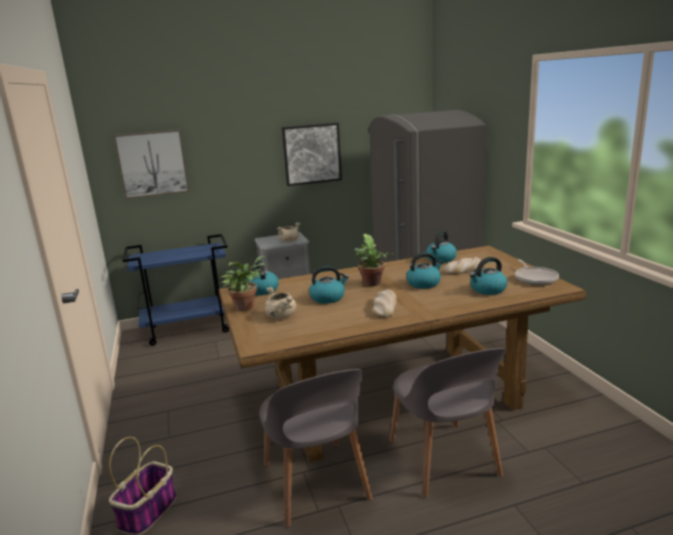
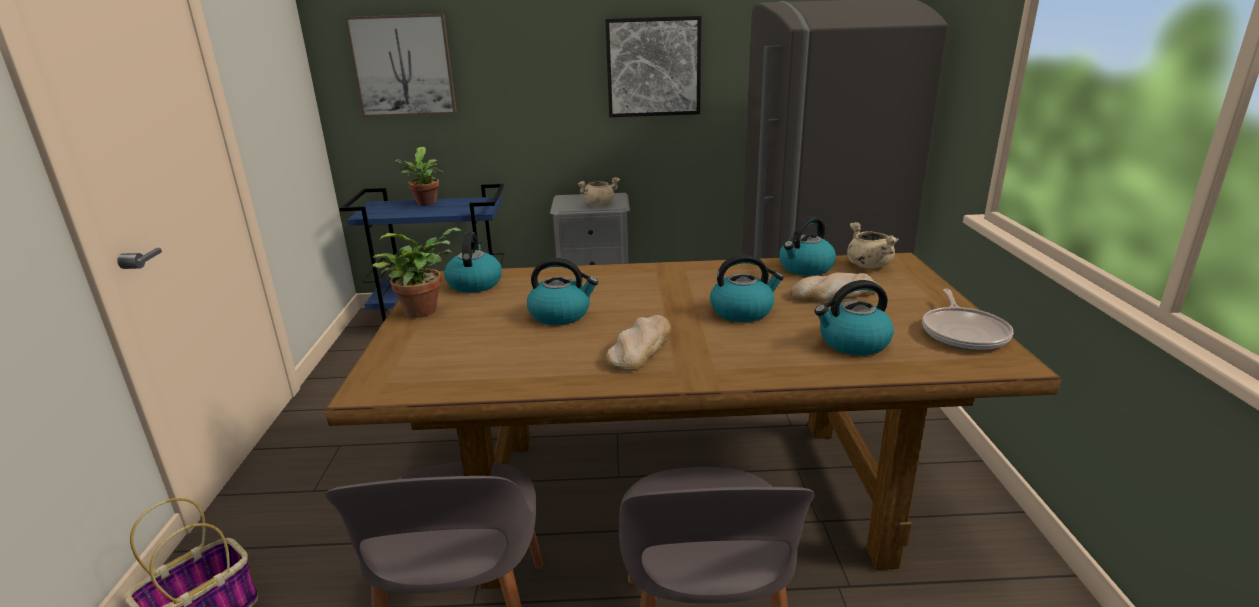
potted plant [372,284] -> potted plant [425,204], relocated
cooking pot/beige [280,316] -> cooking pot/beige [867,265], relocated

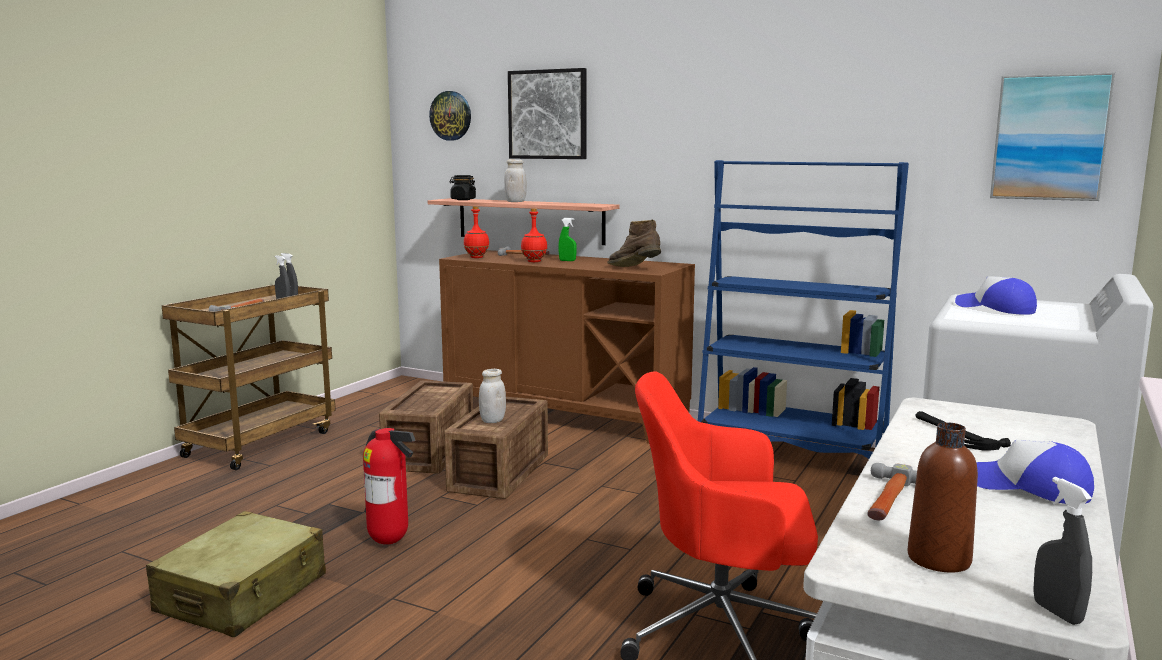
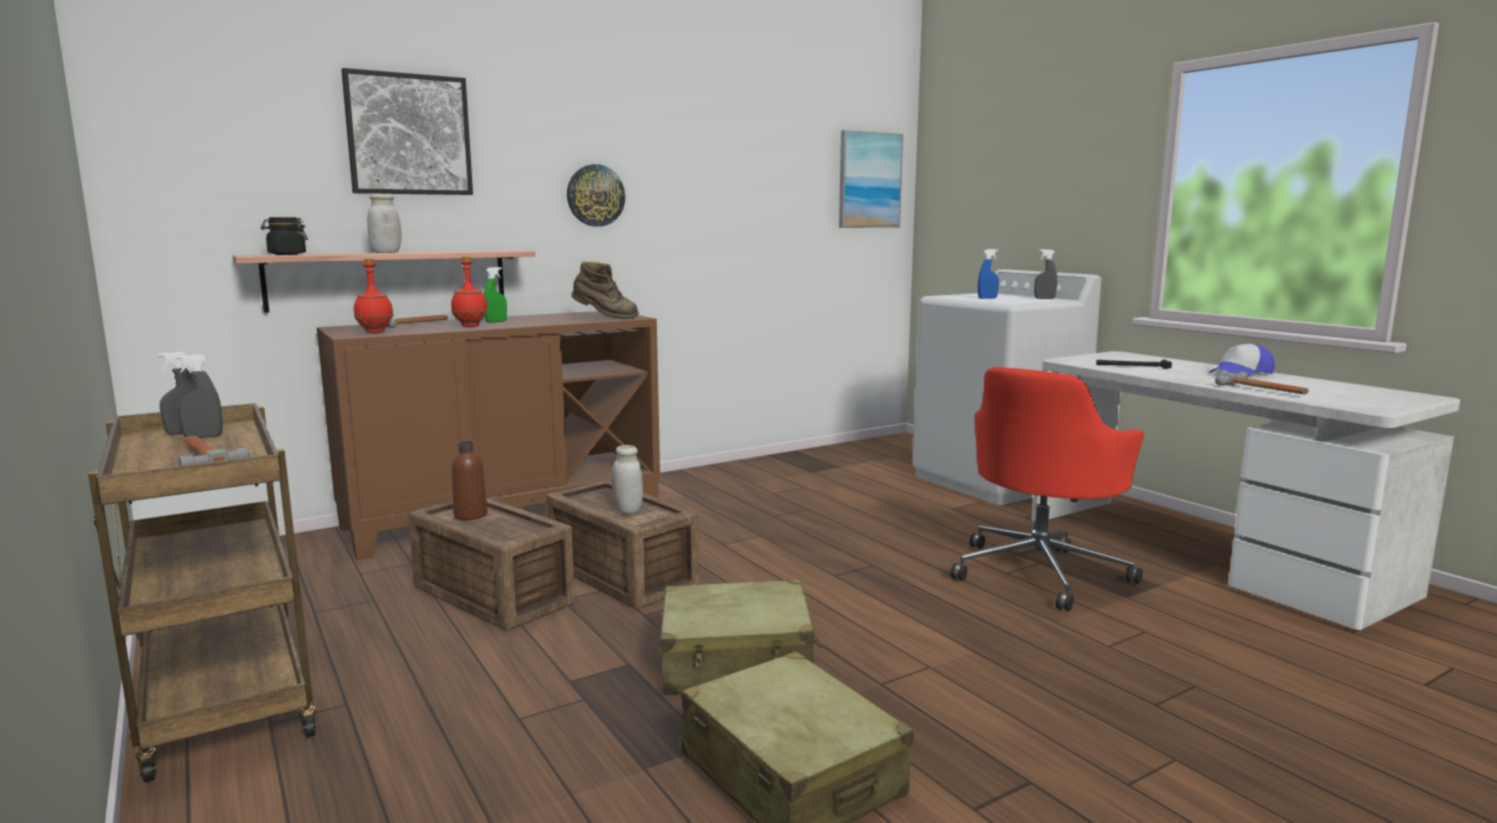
bottle/brown [939,559] -> bottle/brown [470,515], relocated
wall clock [451,116] -> wall clock [595,195], relocated
boot/brown [635,269] -> boot/brown [604,318], 150 degrees counterclockwise
fire extinguisher [389,542] -> suitcase/beige [737,662]
cap [995,308] -> spray bottle/blue [987,298]
spray bottle/grey [1057,613] -> spray bottle/grey [1044,298], relocated
bookcase/blue [791,451] -> none

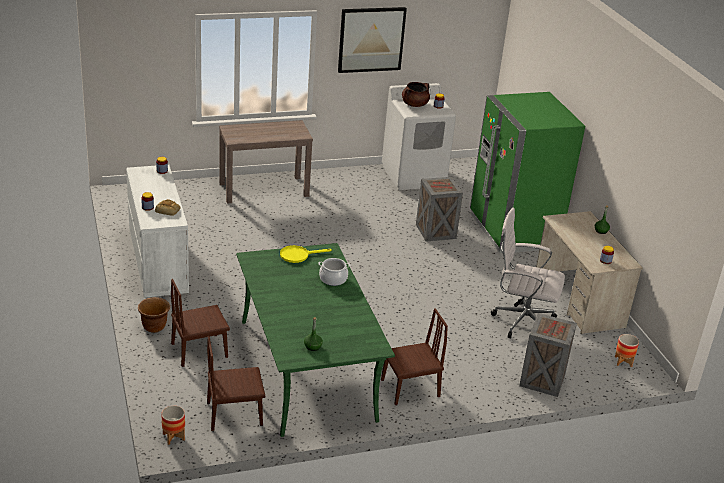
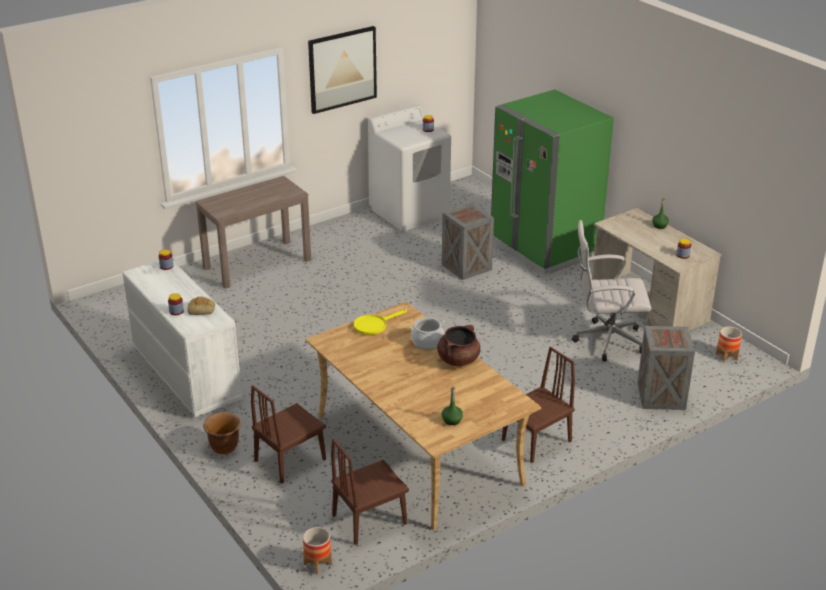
dining table/green [306,369] -> dining table/beige [417,449]
cooking pot/brown [415,104] -> cooking pot/brown [458,360], relocated

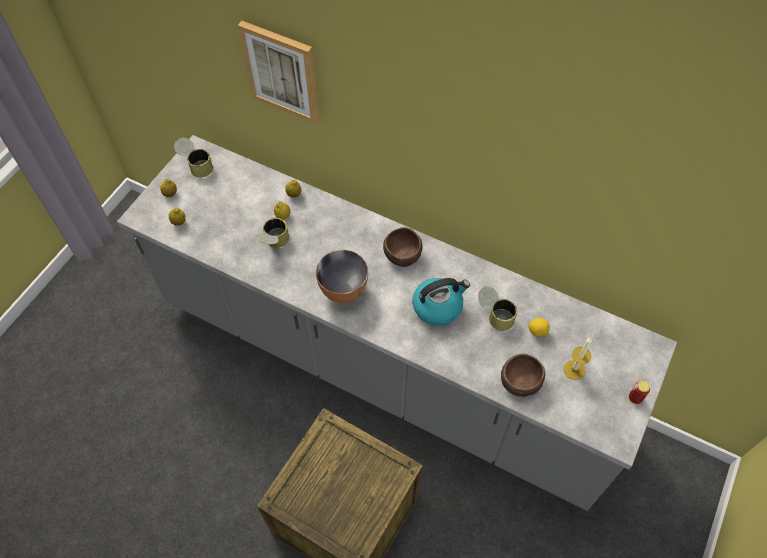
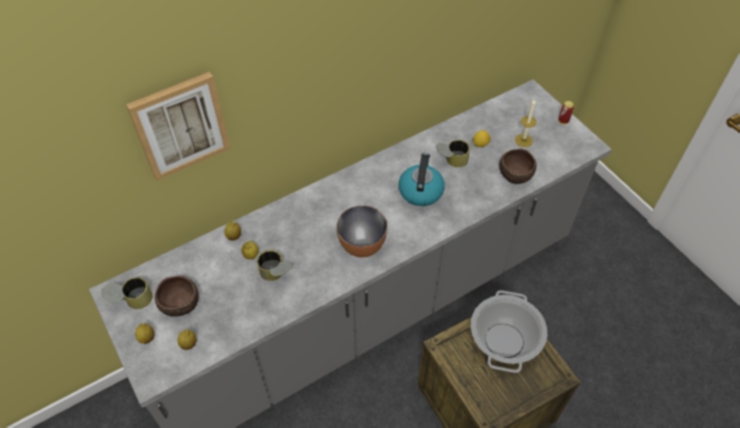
bowl/brown [402,255] -> bowl/brown [180,303], relocated
none -> cooking pot [504,341]

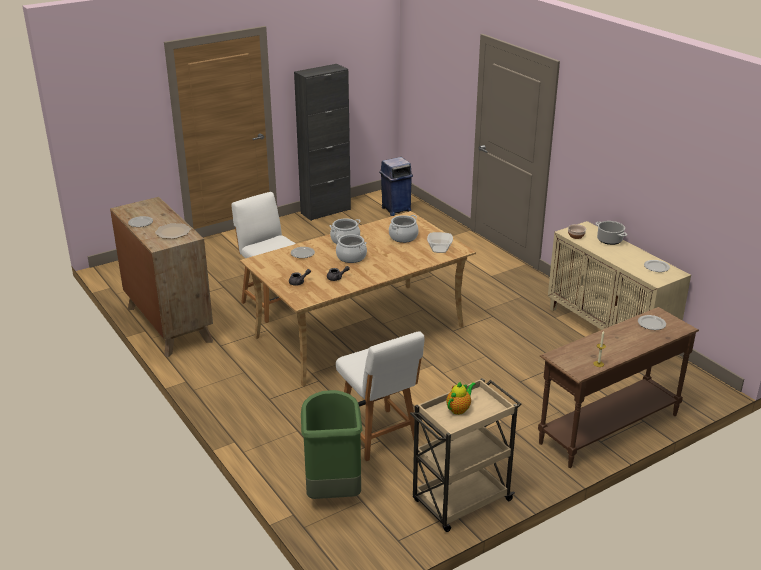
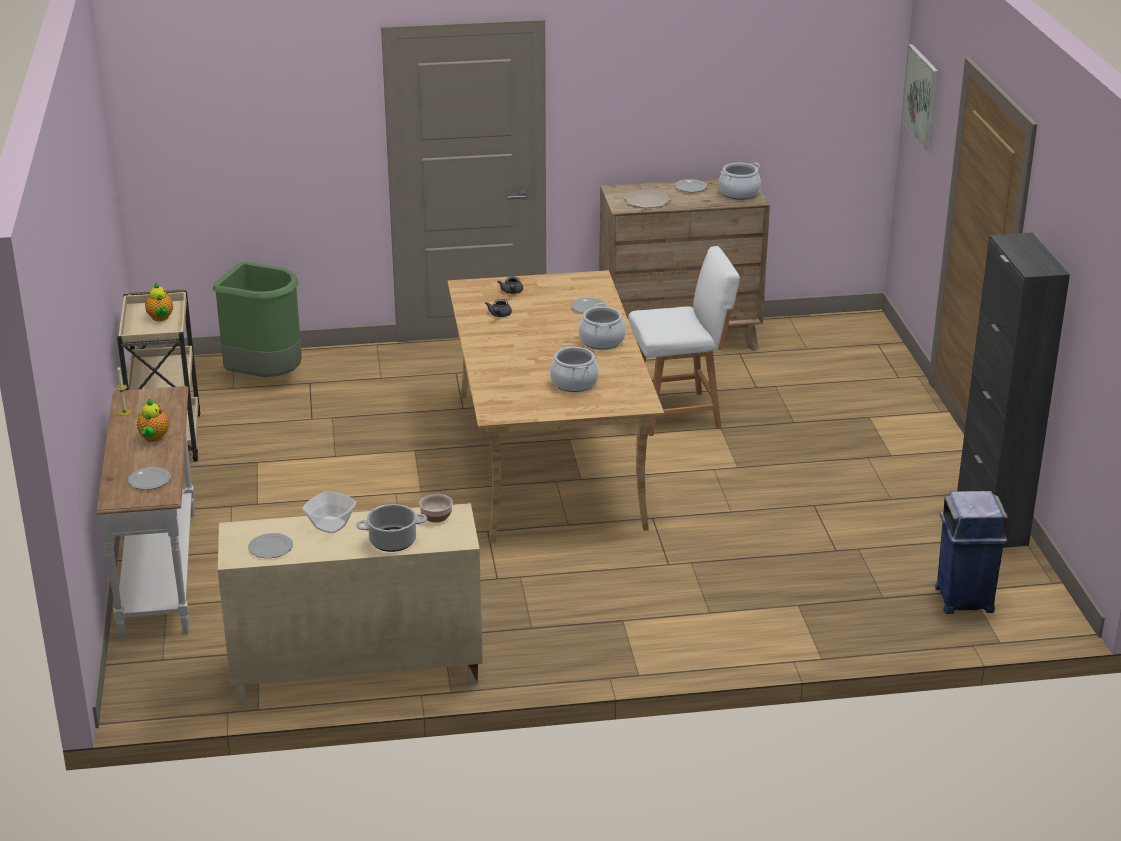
console table/brown [607,428] -> console table/white [161,573]
none -> teapot [153,438]
bowl [439,249] -> bowl [331,525], relocated
cooking pot [351,257] -> cooking pot [738,193], relocated
none -> picture [921,96]
chair/white [379,436] -> none

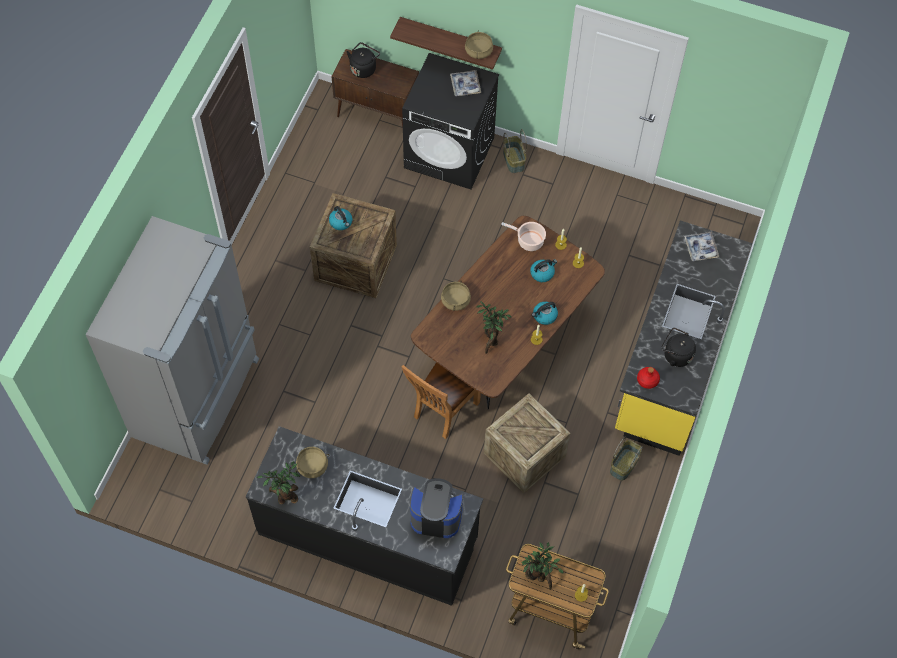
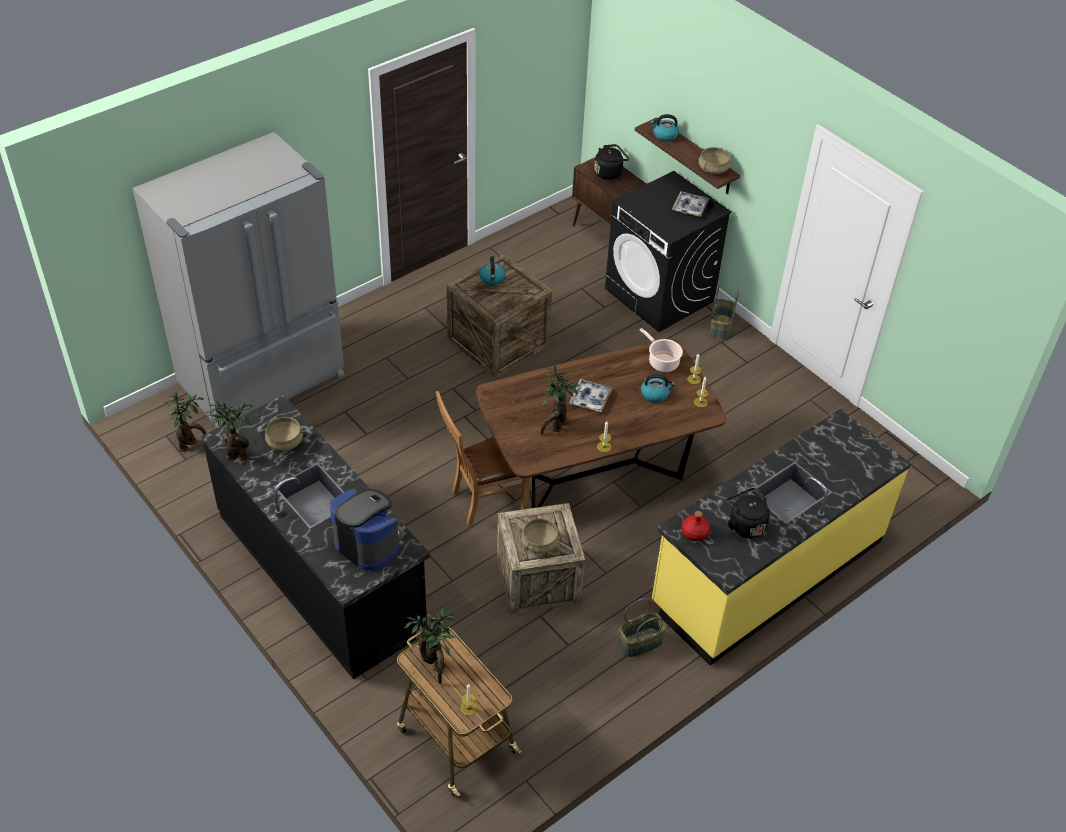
none -> potted plant [190,444]
cooking pot/beige [455,301] -> cooking pot/beige [540,544], relocated
tray [701,248] -> tray [590,399], relocated
kettle [544,316] -> kettle [664,135], relocated

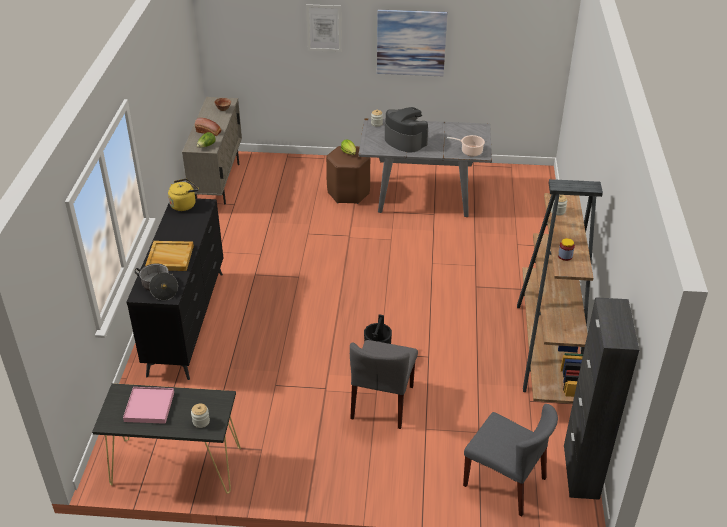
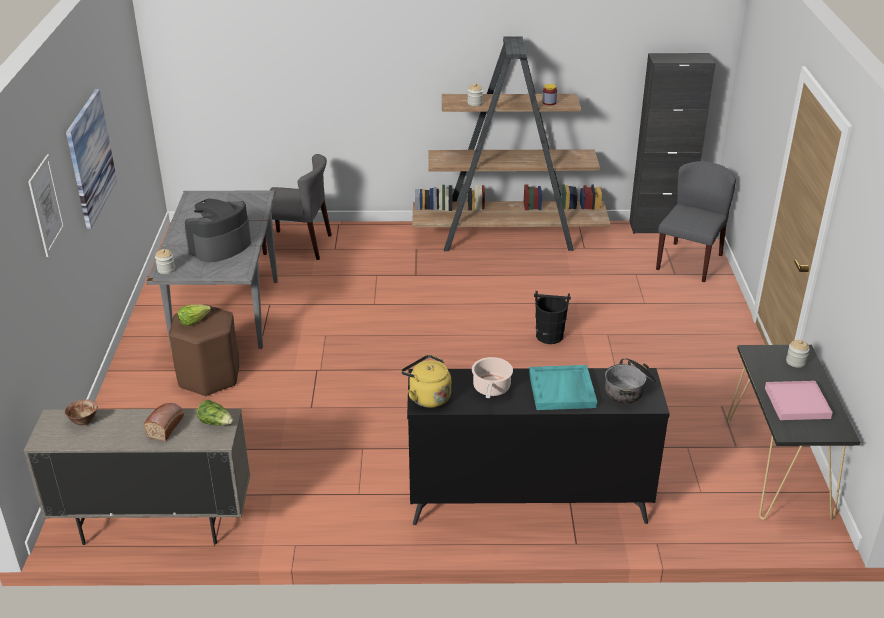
chair/grey [382,402] -> chair/grey [298,244], relocated
cooking pot [470,151] -> cooking pot [491,389], relocated
tray/beige [169,258] -> tray/turquoise [562,390]

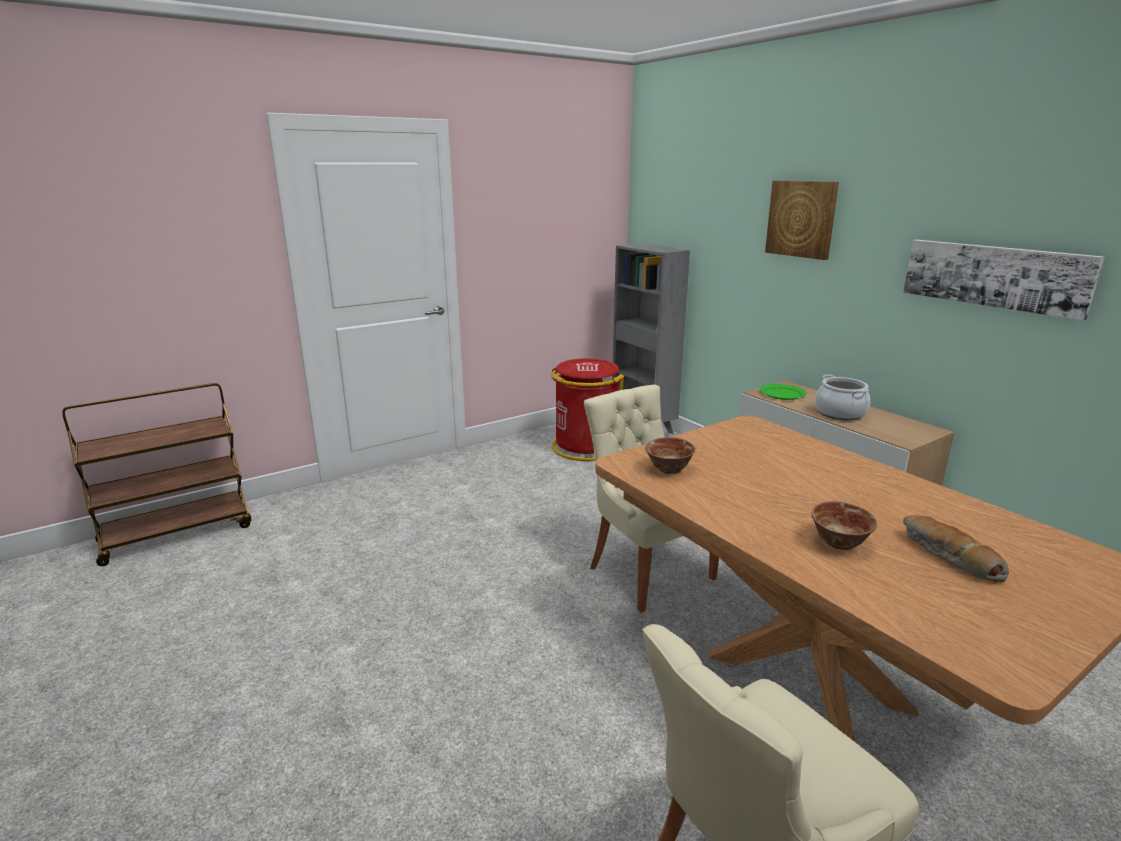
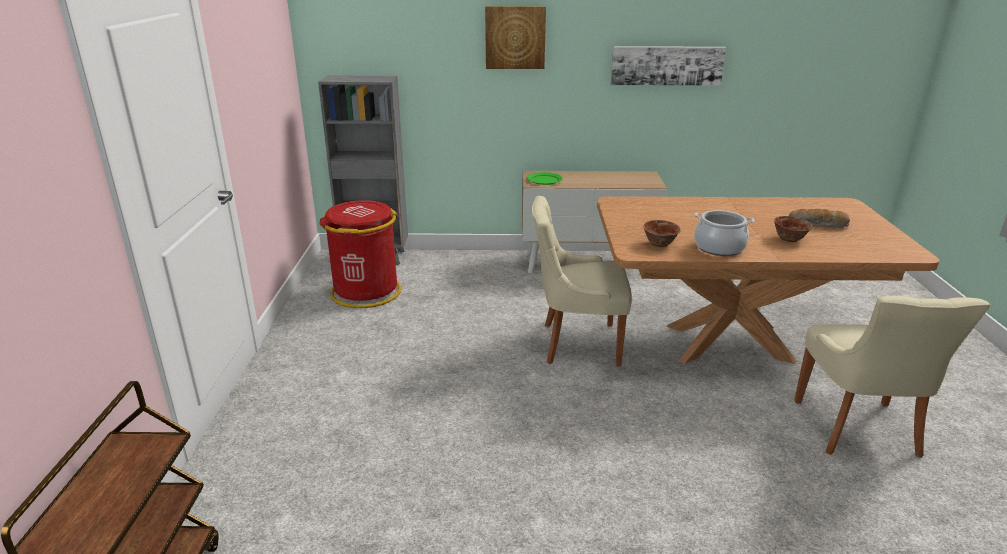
cooking pot [840,413] -> cooking pot [719,248], relocated

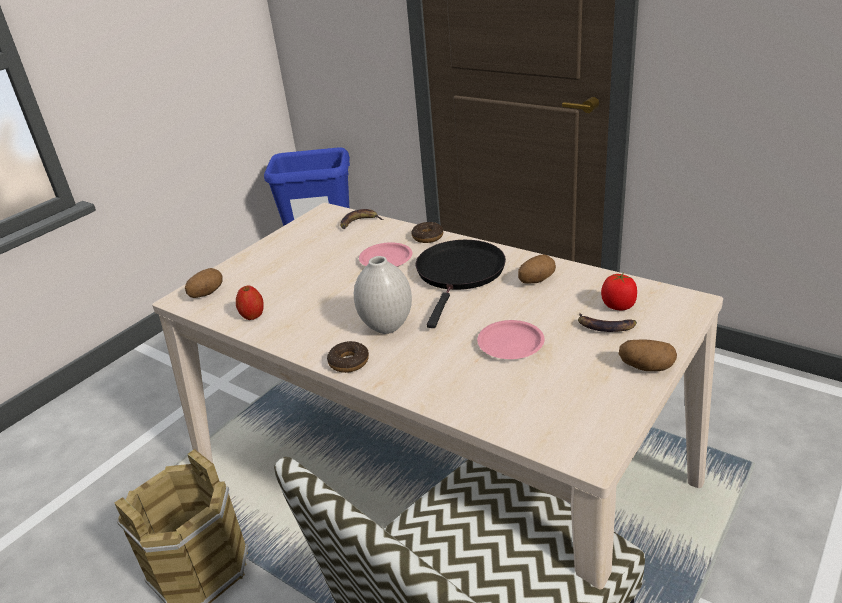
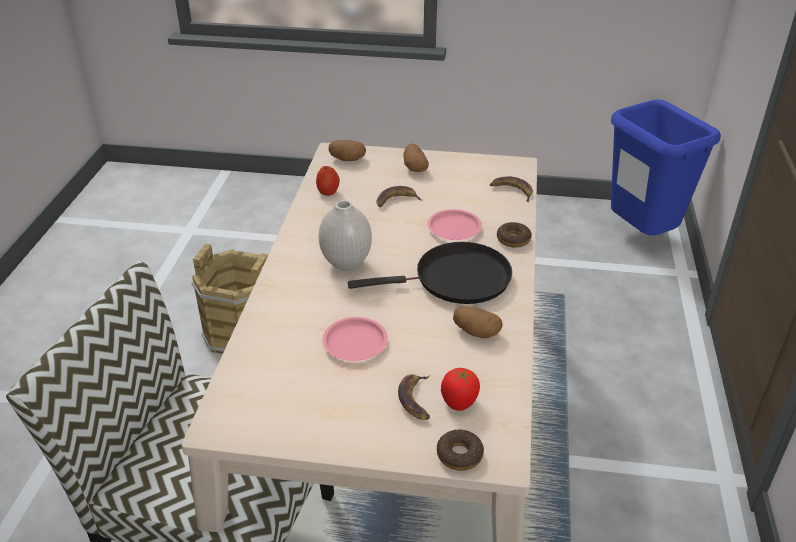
none -> banana [396,200]
potato [646,367] -> potato [414,167], relocated
donut [349,362] -> donut [459,455], relocated

